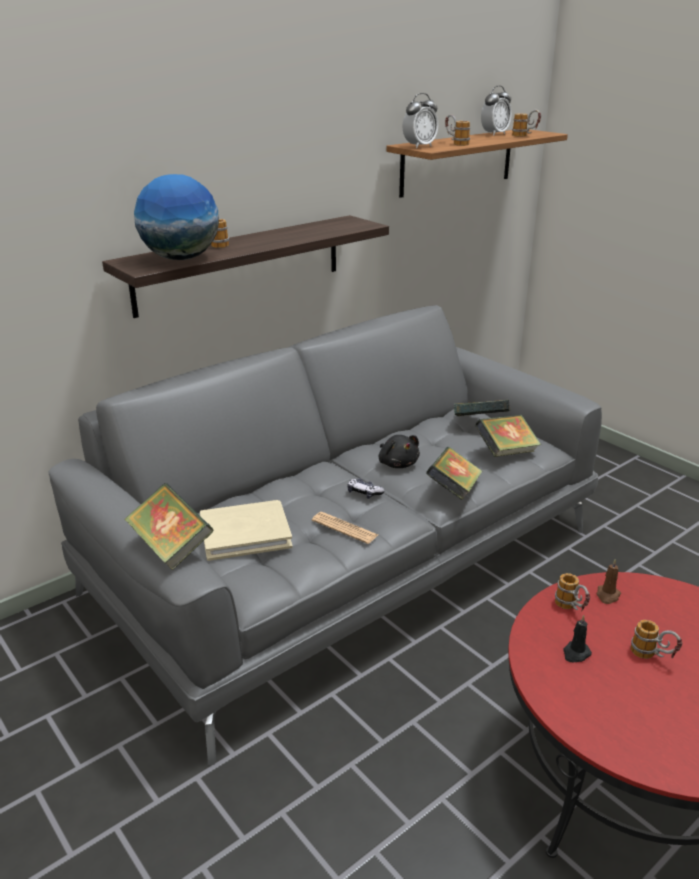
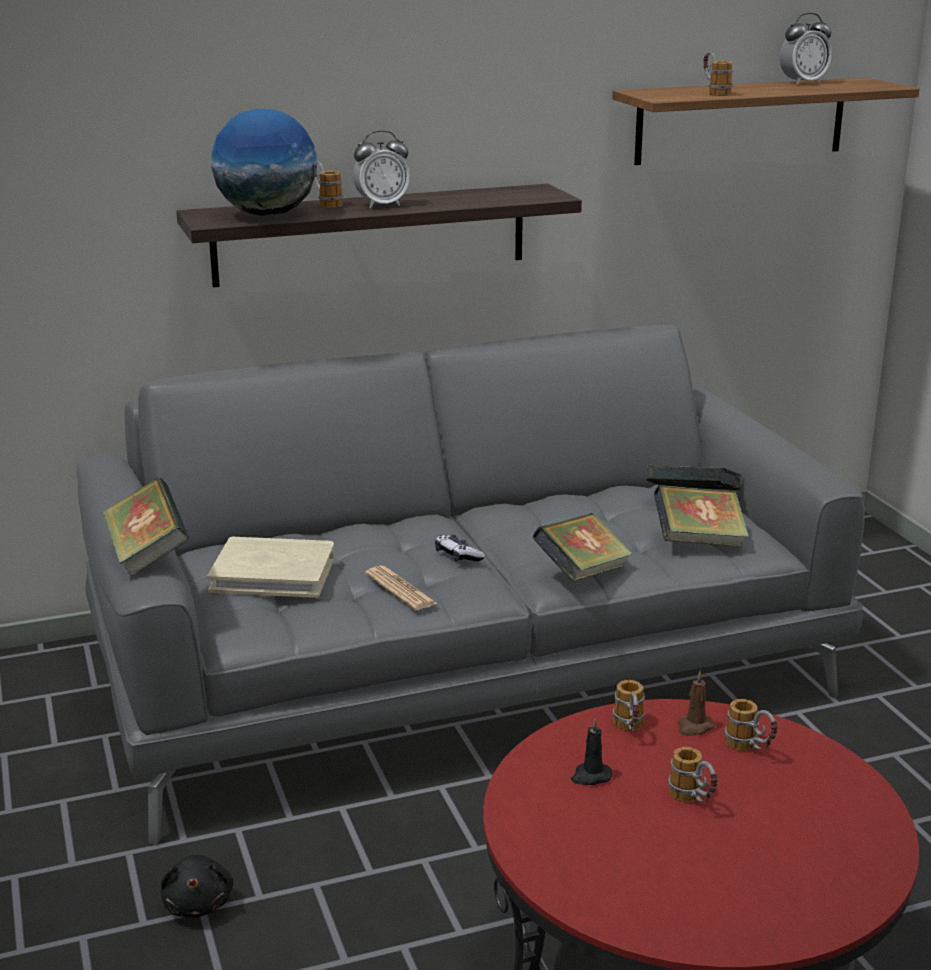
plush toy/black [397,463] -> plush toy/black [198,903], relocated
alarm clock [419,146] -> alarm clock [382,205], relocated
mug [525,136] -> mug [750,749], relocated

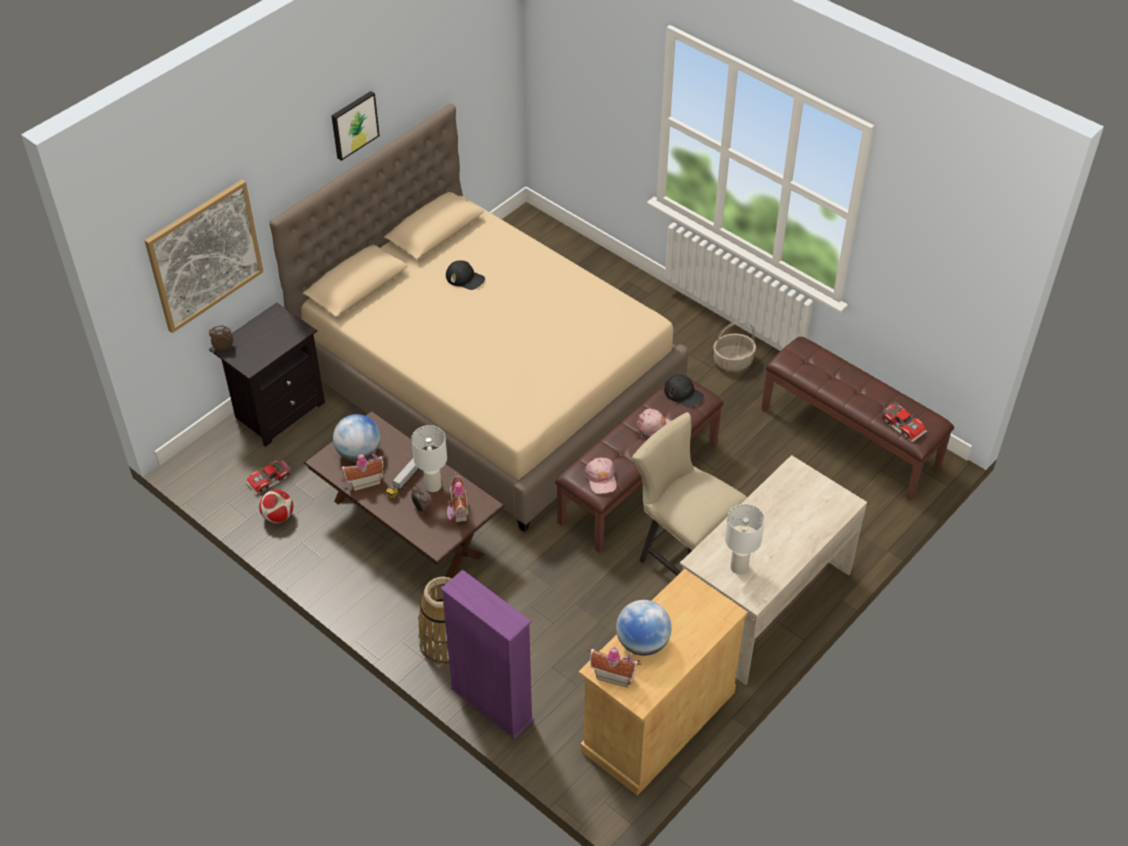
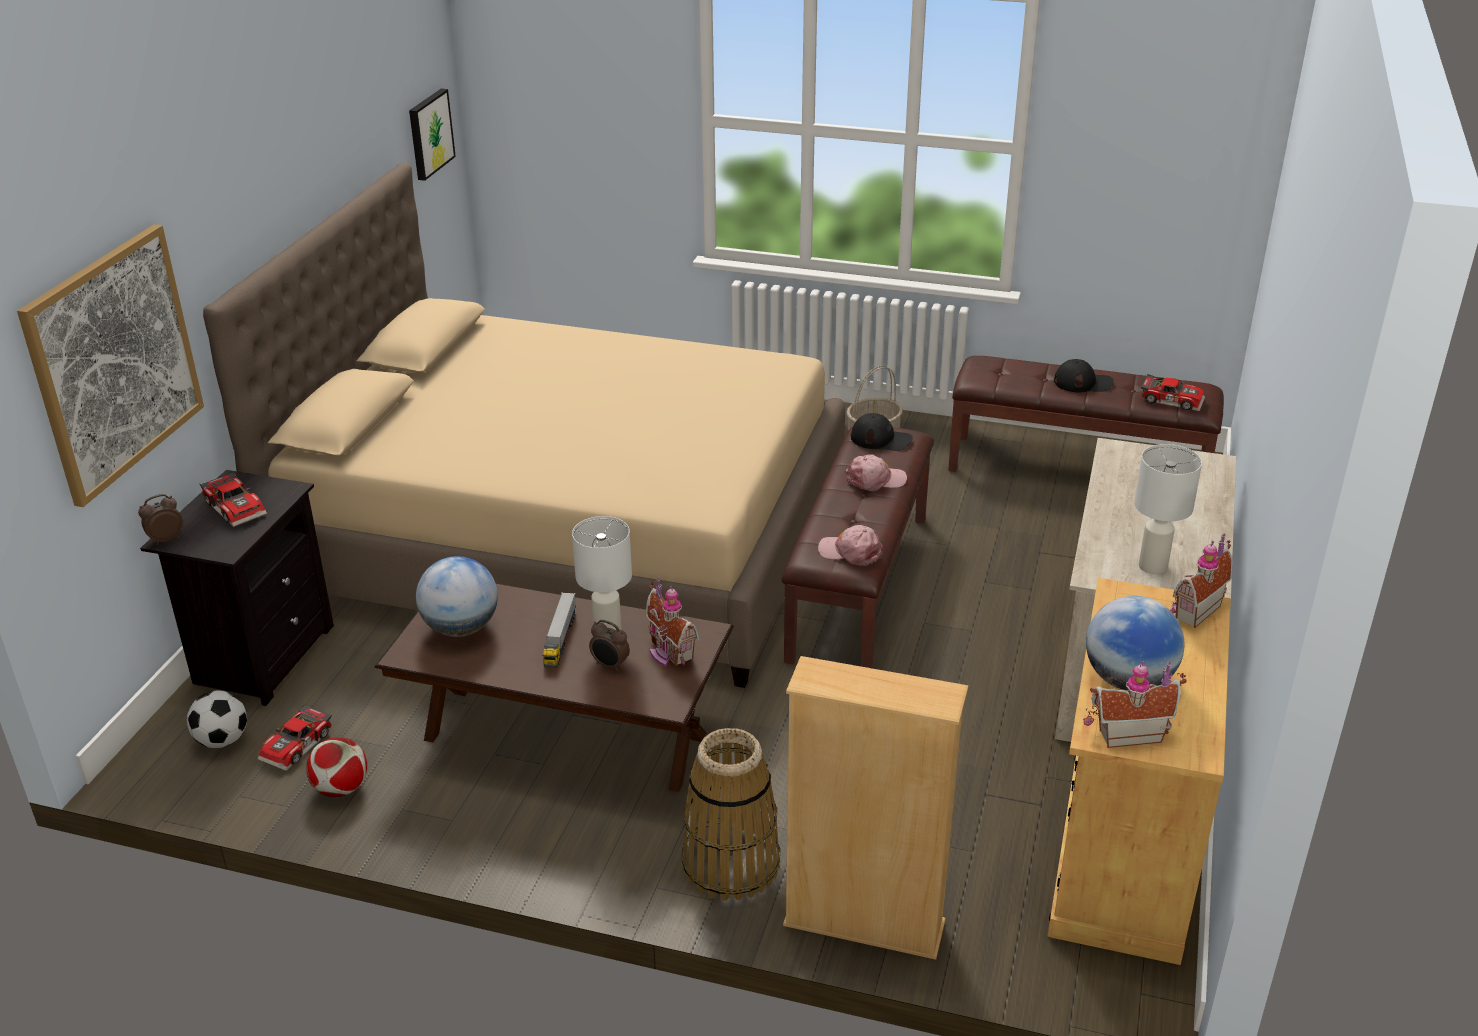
none -> football [222,740]
none -> toy car [237,507]
picture [354,124] -> picture [429,133], relocated
bookcase/purple [491,704] -> bookcase/beige [864,924]
cap/pink [601,478] -> cap/pink [850,552], 150 degrees clockwise
cap/black [465,278] -> cap/black [1083,383], relocated
toy house [364,481] -> toy house [1192,610], relocated
chair/beige [682,555] -> none

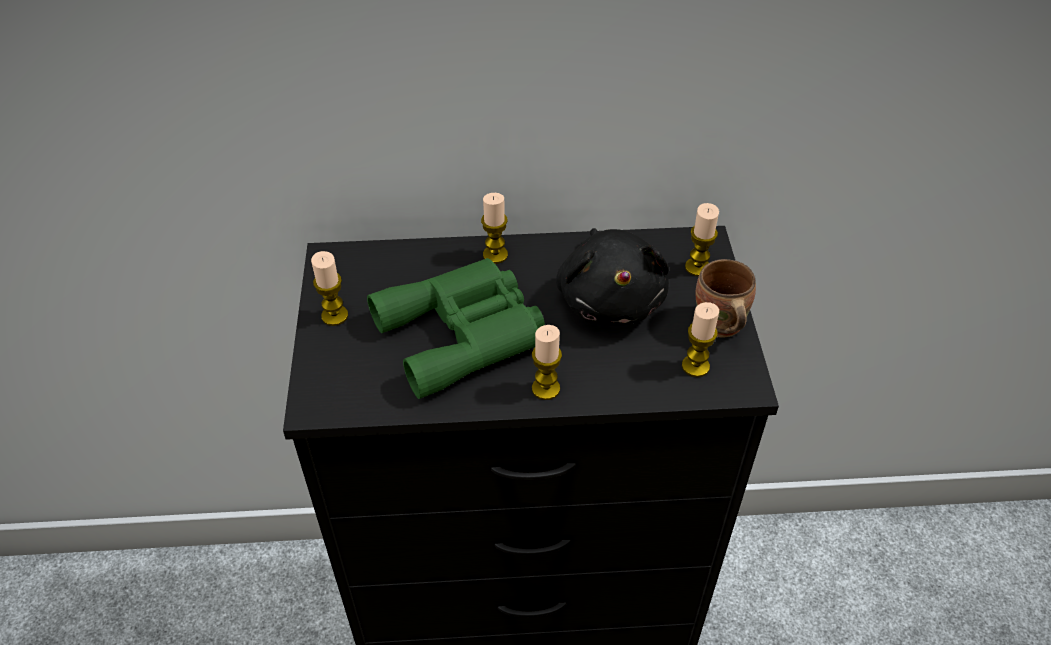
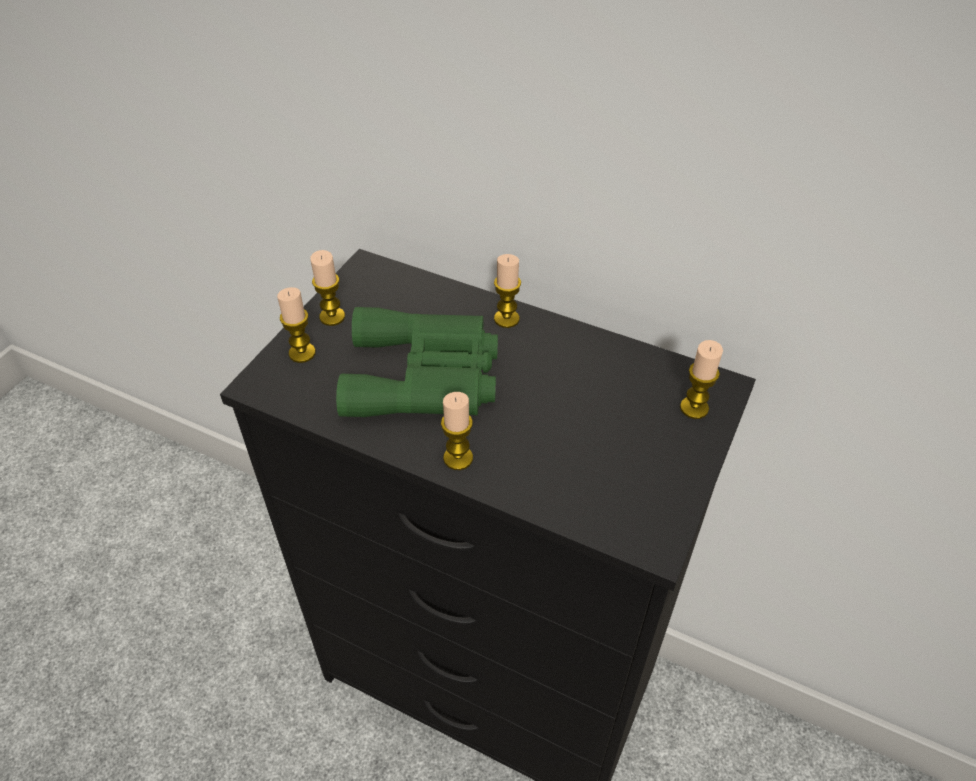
candle [695,366] -> candle [302,353], relocated
plush toy/black [610,299] -> none
mug/brown [717,326] -> none

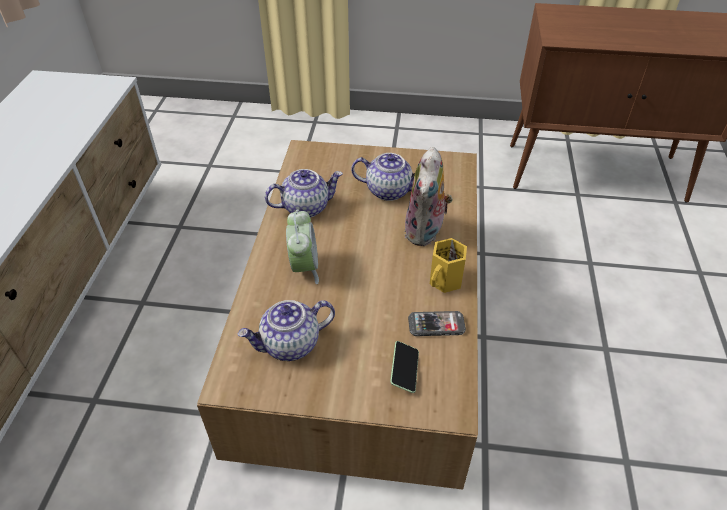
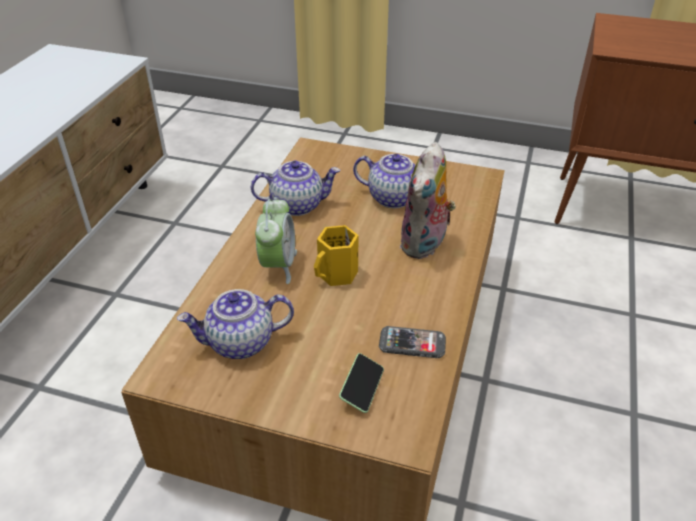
mug/yellow [445,281] -> mug/yellow [337,274], relocated

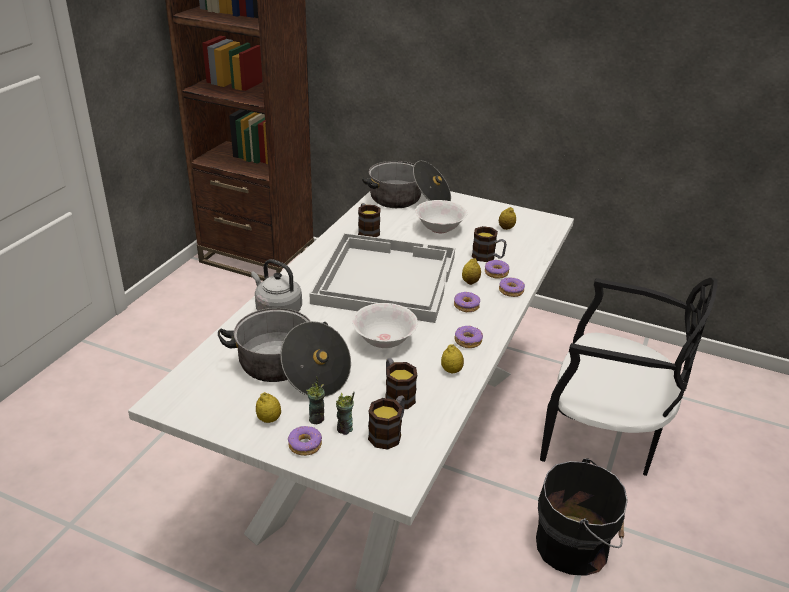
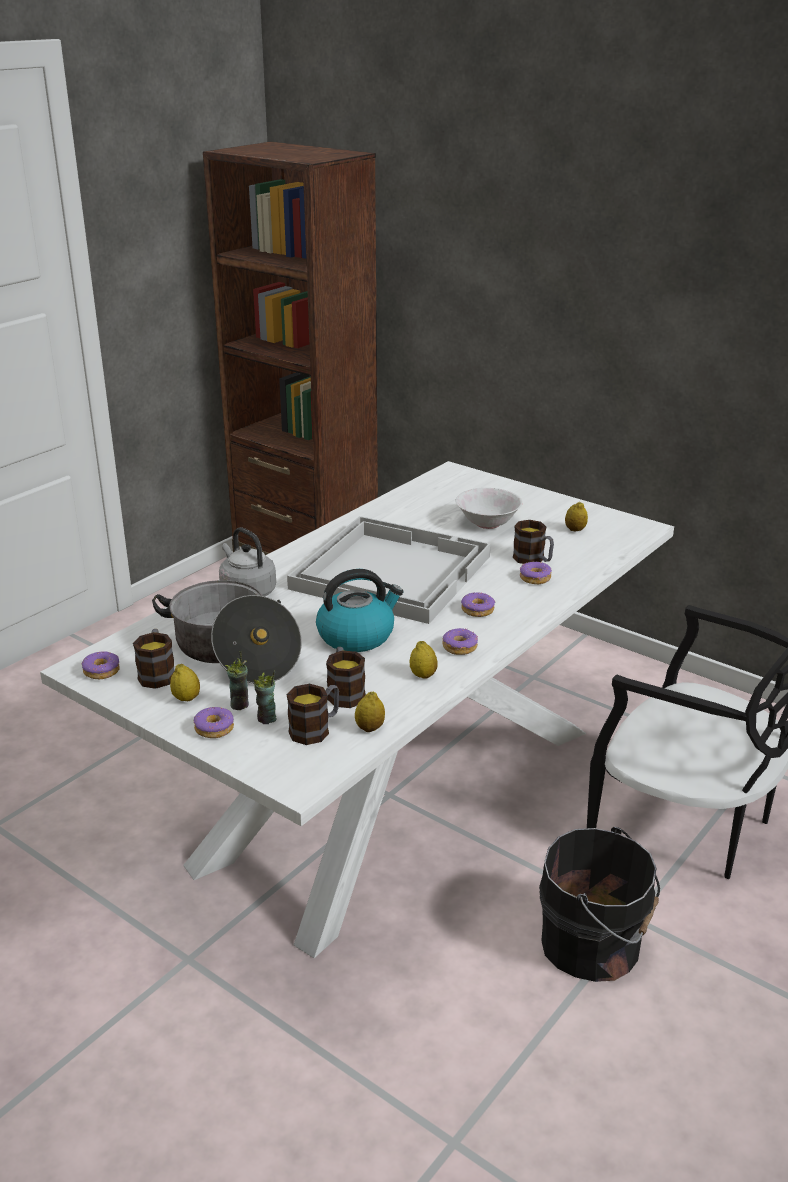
donut [511,291] -> donut [102,671], relocated
mug [367,230] -> mug [157,673], relocated
bowl/white [384,340] -> kettle [357,636]
lemon [470,282] -> lemon [370,728], relocated
cooking pot [408,199] -> none

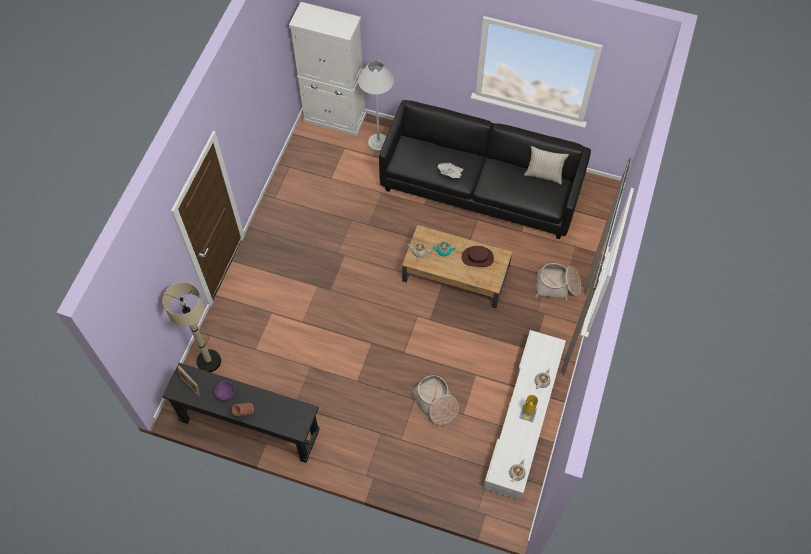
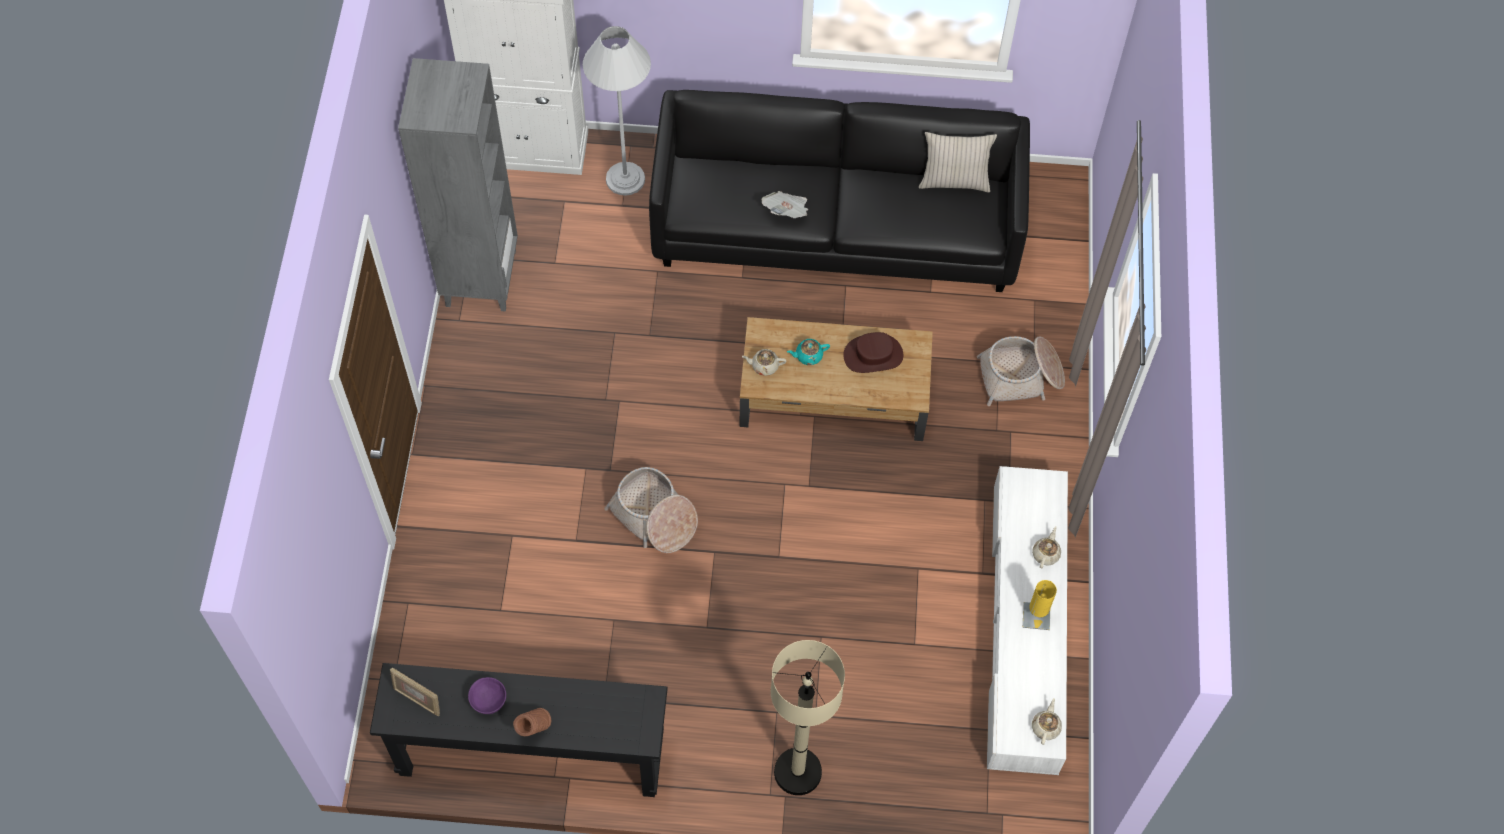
none -> bookcase/grey [480,277]
basket [435,402] -> basket [654,517], relocated
floor lamp/beige [209,361] -> floor lamp/beige [797,772], relocated

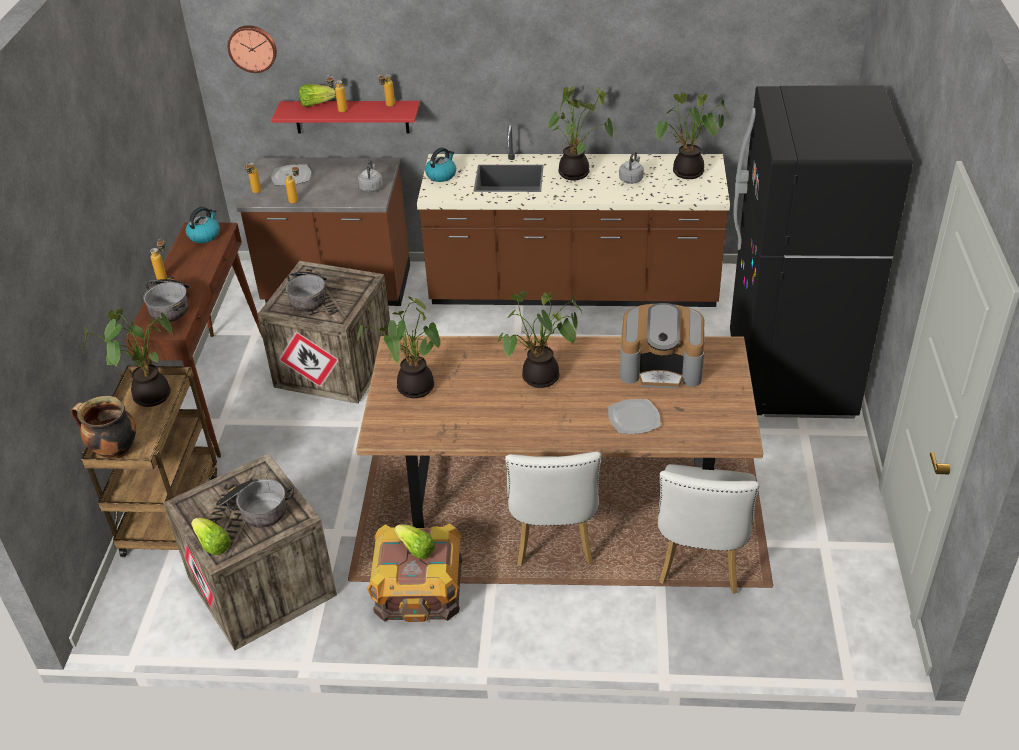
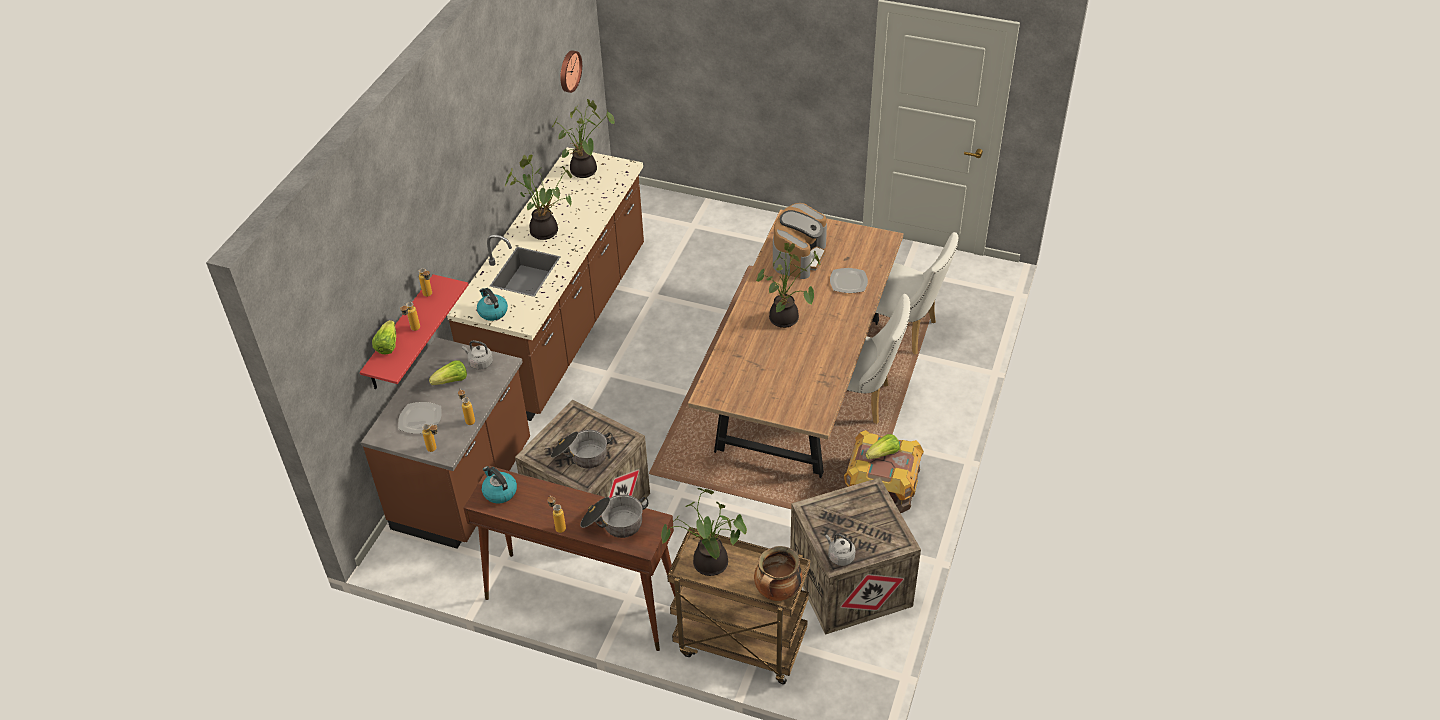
lettuce [212,544] -> lettuce [451,381], relocated
wall clock [252,48] -> wall clock [569,71], relocated
kettle/grey [631,179] -> kettle/grey [840,556], relocated
cooking pot [255,510] -> none
potted plant [412,389] -> none
fridge/black [790,376] -> none

